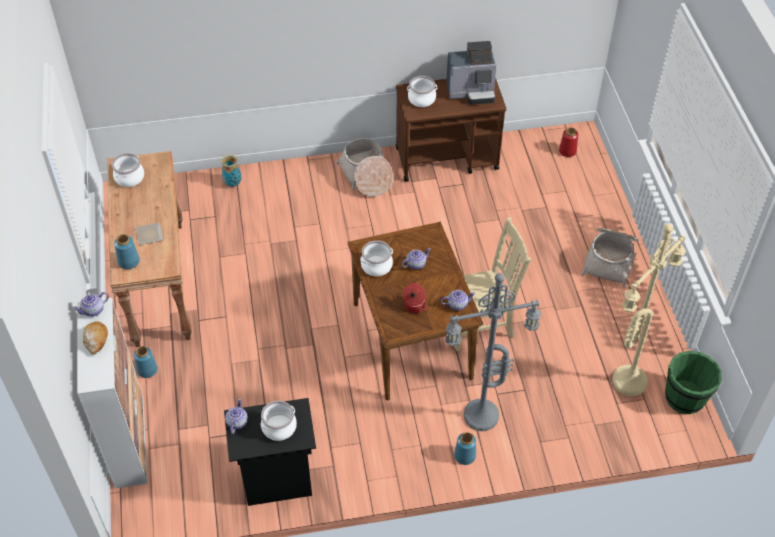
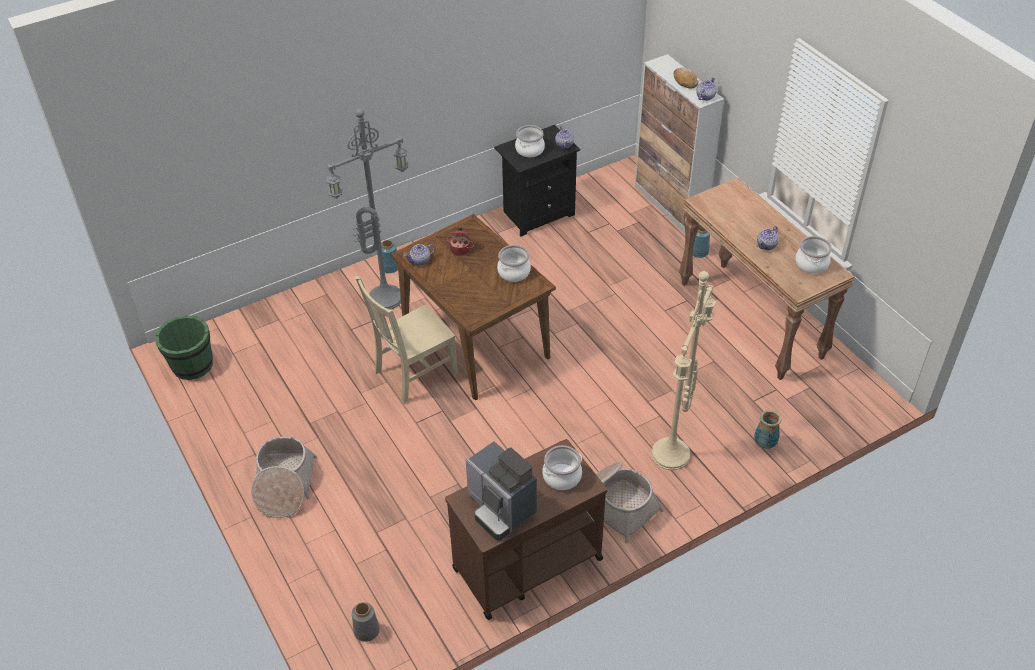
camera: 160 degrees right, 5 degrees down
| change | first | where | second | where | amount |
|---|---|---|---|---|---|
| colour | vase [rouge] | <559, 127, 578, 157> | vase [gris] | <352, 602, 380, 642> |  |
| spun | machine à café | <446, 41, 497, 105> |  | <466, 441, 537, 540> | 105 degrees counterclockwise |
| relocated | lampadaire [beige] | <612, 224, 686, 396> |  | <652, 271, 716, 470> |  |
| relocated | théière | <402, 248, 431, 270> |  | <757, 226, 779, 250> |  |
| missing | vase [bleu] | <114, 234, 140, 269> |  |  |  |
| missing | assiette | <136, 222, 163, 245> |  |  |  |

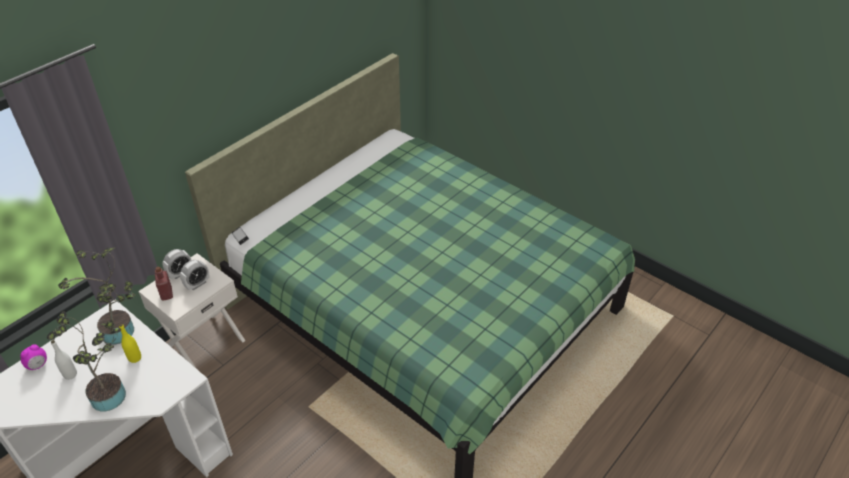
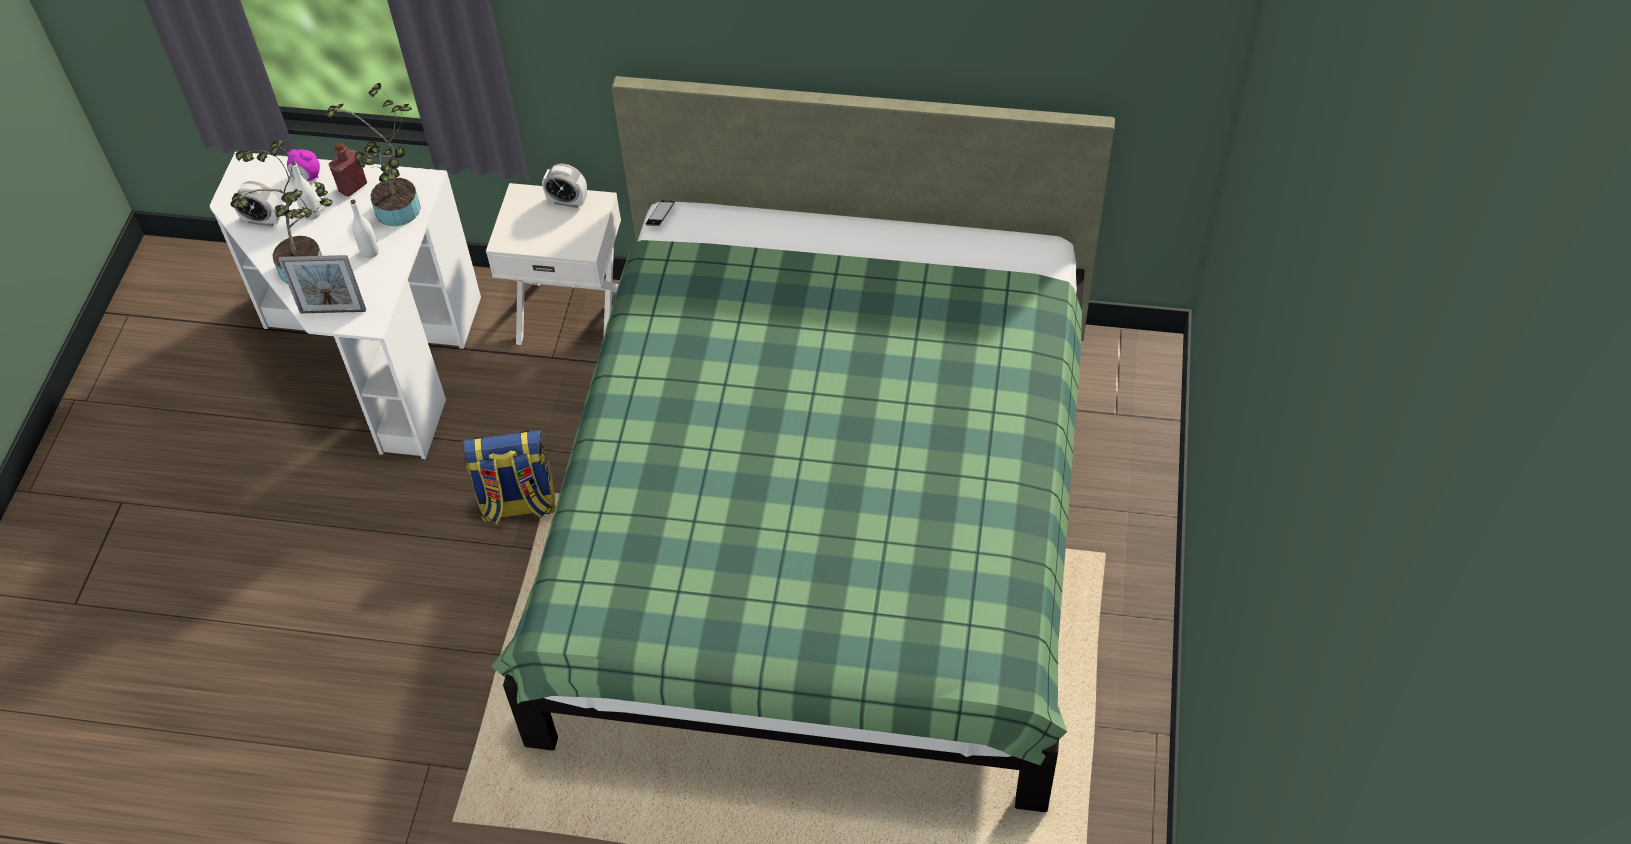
camera: 60 degrees right, 10 degrees up
| change | first | where | second | where | amount |
|---|---|---|---|---|---|
| relocated | réveil | <180, 260, 210, 291> |  | <232, 181, 281, 227> |  |
| appeared |  |  | cadre photo | <278, 255, 366, 313> |  |
| relocated | bouteille [rouge] | <155, 266, 173, 300> |  | <329, 142, 367, 197> |  |
| colour | bouteille [jaune] | <119, 323, 141, 363> | bouteille [blanc] | <350, 200, 379, 258> |  |
| appeared |  |  | sac à dos | <462, 430, 556, 524> |  |

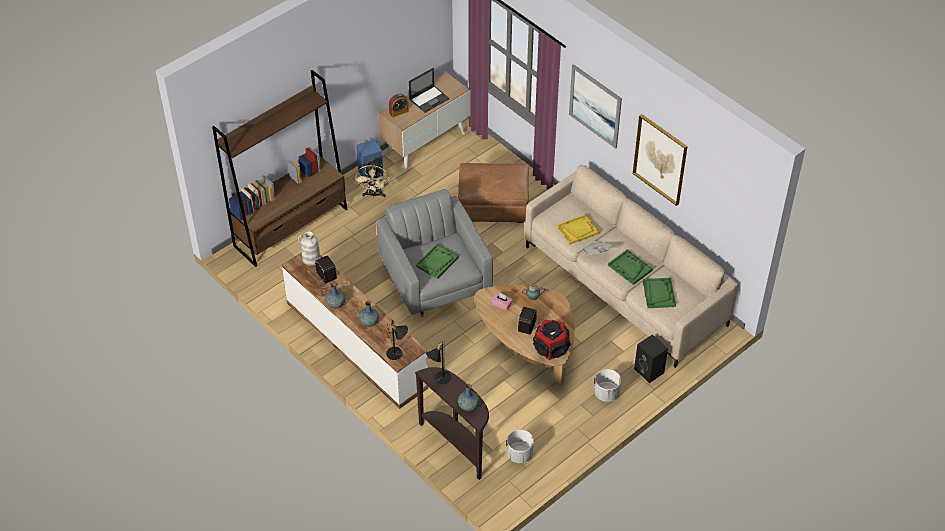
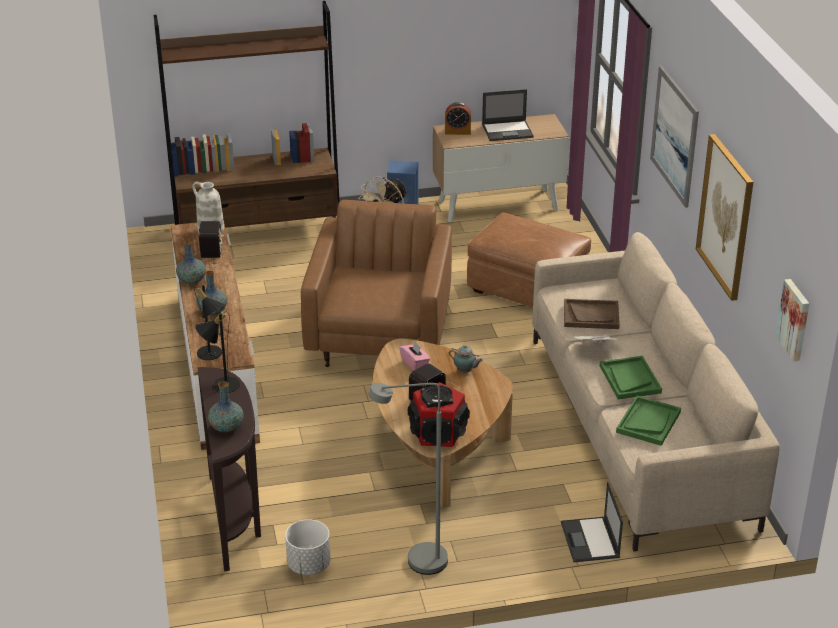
camera: 30 degrees right, 15 degrees down
| change | first | where | second | where | amount |
|---|---|---|---|---|---|
| colour | fauteuil [gris] | <377, 189, 493, 318> | fauteuil [marron] | <301, 200, 452, 367> |  |
| appeared |  |  | lampadaire [gris] | <368, 383, 448, 575> |  |
| exchanged | enceinte [noir] | <634, 334, 668, 383> | ordinateur portable | <561, 482, 623, 562> |  |
| colour | plateau [jaune] | <557, 214, 600, 245> | plateau [marron] | <564, 299, 620, 329> |  |
| appeared |  |  | tableau | <775, 279, 809, 361> |  |
| missing | plateau [vert] | <416, 244, 459, 279> |  |  |  |
| missing | cache-pot [blanc] | <594, 369, 621, 402> |  |  |  |

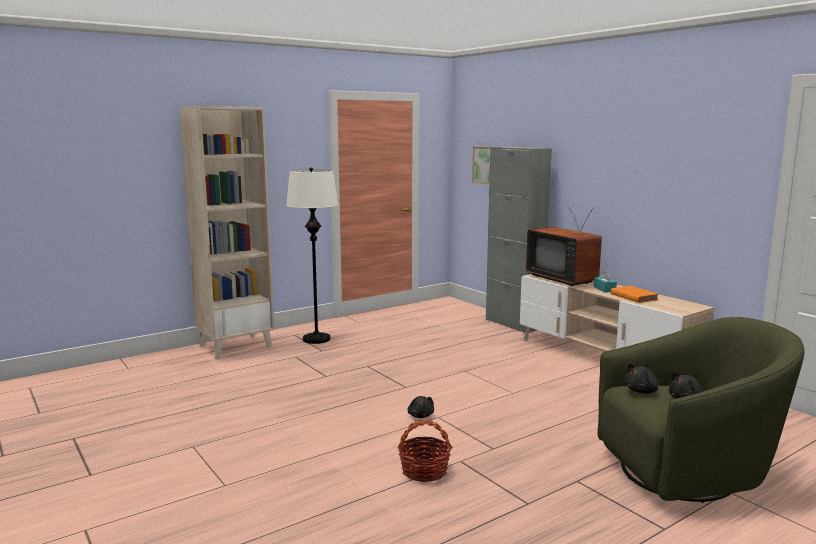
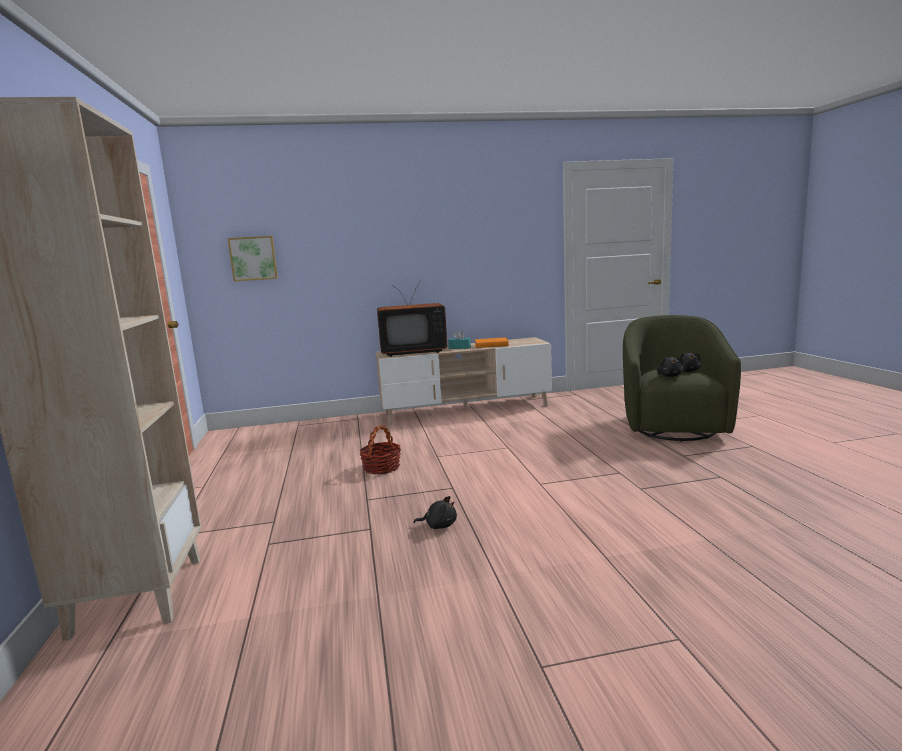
camera: 65 degrees left, 0 degrees up
| change | first | where | second | where | amount |
|---|---|---|---|---|---|
| relocated | panier | <398, 420, 452, 482> |  | <359, 425, 401, 474> |  |
| relocated | peluche [noir] | <407, 396, 434, 418> |  | <413, 496, 457, 529> |  |
| missing | lampadaire [blanc] | <286, 167, 338, 344> |  |  |  |
| missing | meuble de rangement [gris] | <486, 147, 552, 334> |  |  |  |

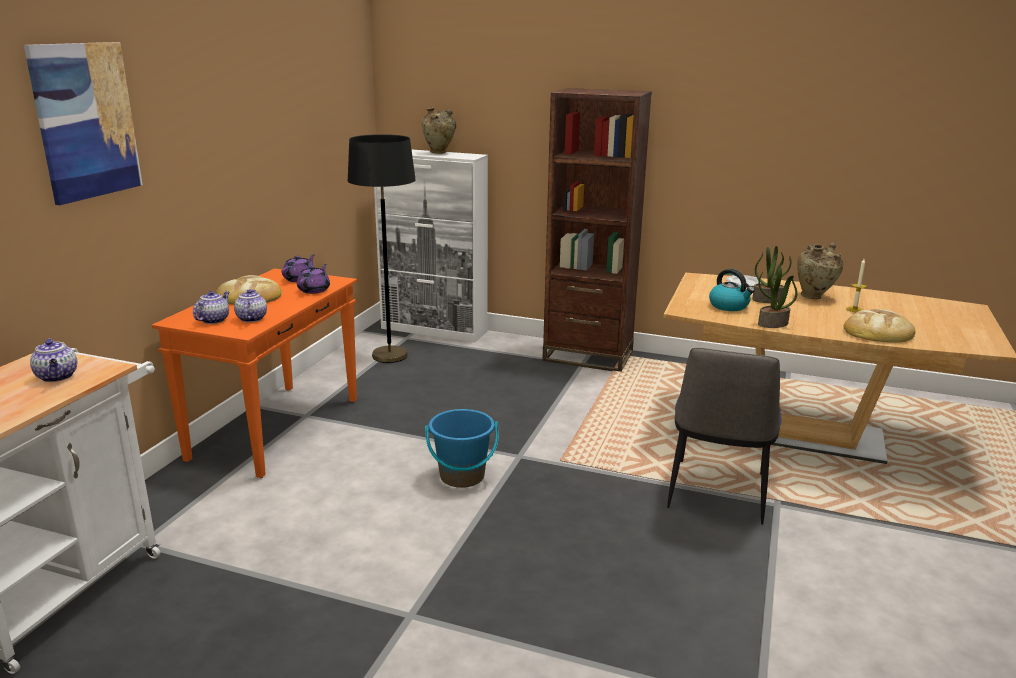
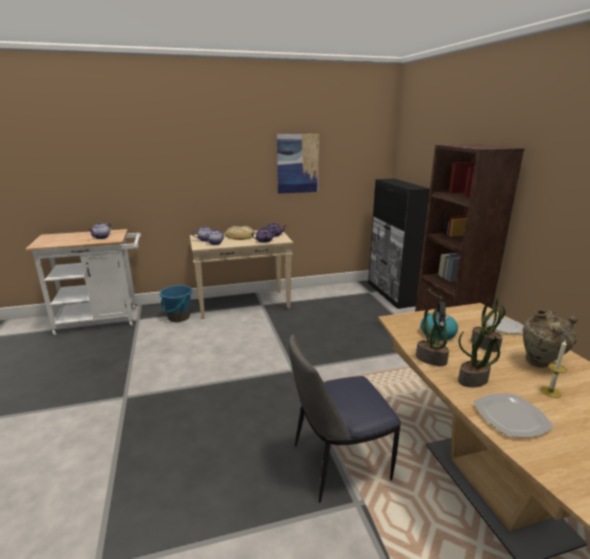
camera: 55 degrees right, 0 degrees up
| change | first | where | second | where | amount |
|---|---|---|---|---|---|
| relocated | seau [bleu] | <425, 409, 499, 488> |  | <159, 285, 192, 322> |  |
| colour | table console [orange] | <152, 268, 357, 478> | table console [beige] | <190, 230, 293, 319> |  |
| relocated | tableau | <24, 42, 143, 205> |  | <277, 134, 319, 194> |  |
| colour | meuble de rangement [blanc] | <374, 149, 488, 342> | meuble de rangement [noir] | <368, 179, 430, 309> |  |
| appeared |  |  | plante en pot | <458, 327, 500, 387> |  |
| exchanged | pain | <843, 309, 915, 343> | assiette | <473, 394, 554, 437> |  |
| missing | lampadaire [noir] | <348, 134, 416, 363> |  |  |  |
| missing | vase [beige] | <422, 107, 456, 154> |  |  |  |

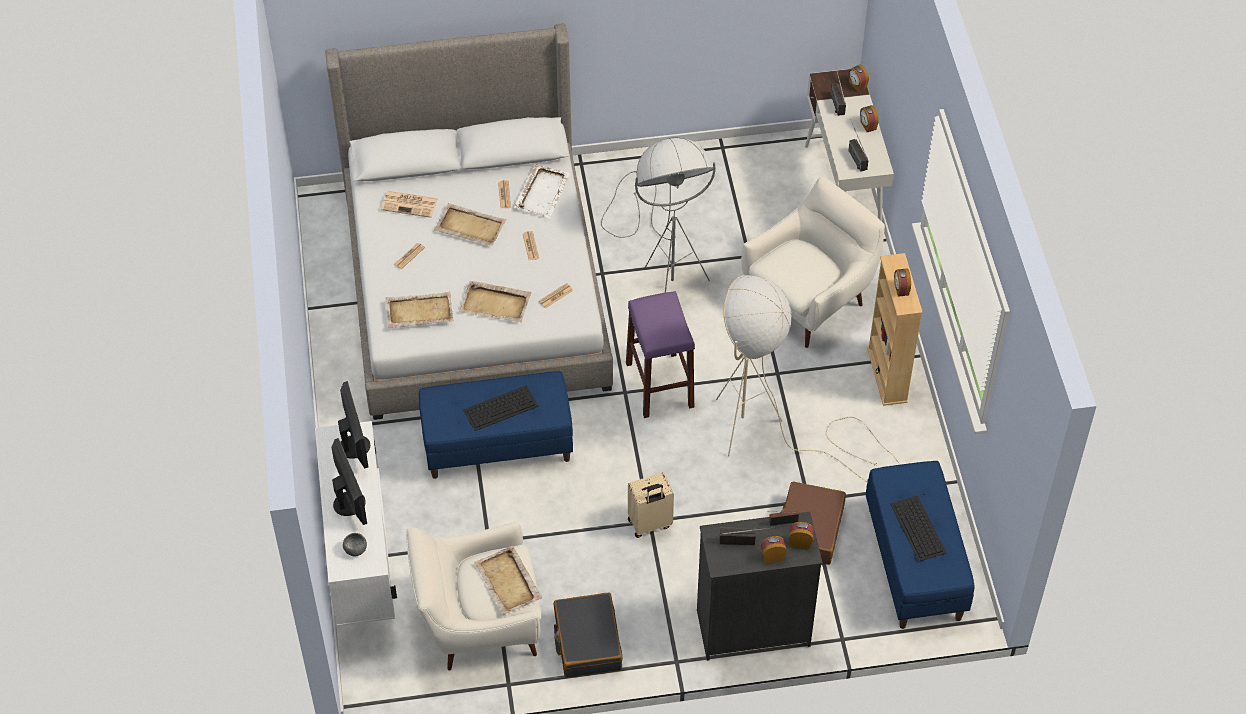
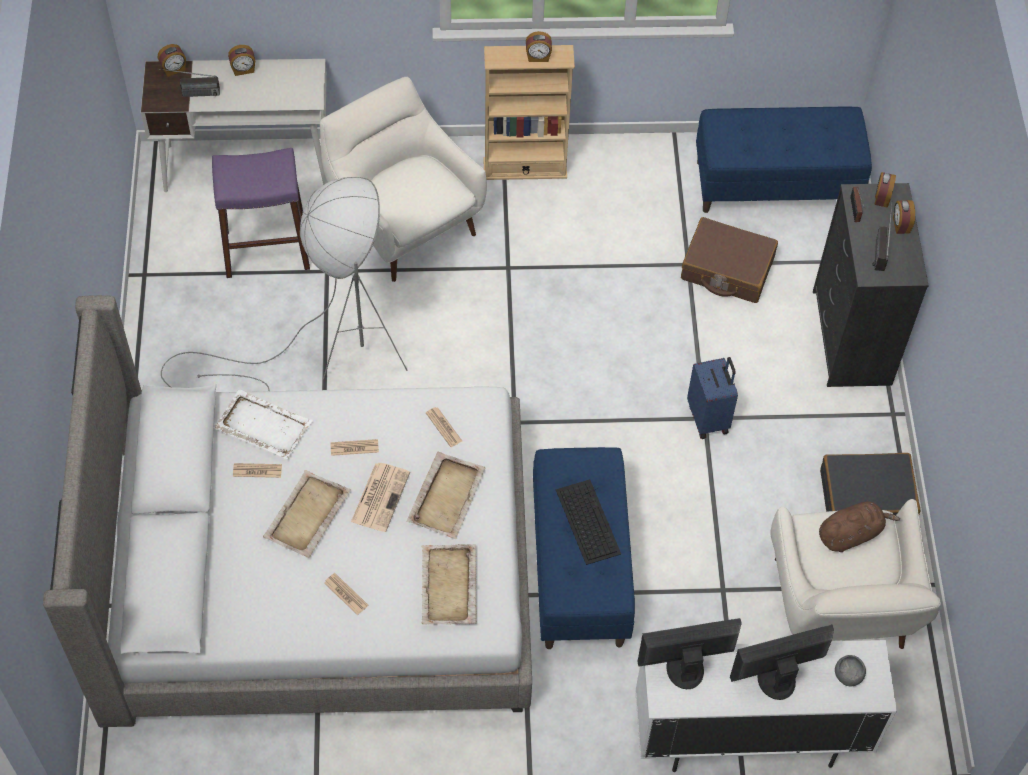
camera: 85 degrees left, 5 degrees up
| change | first | where | second | where | amount |
|---|---|---|---|---|---|
| relocated | tabouret [violet] | <626, 291, 695, 418> |  | <212, 148, 310, 278> |  |
| relocated | journal | <381, 191, 438, 218> |  | <351, 463, 410, 532> |  |
| colour | valise [beige] | <628, 472, 674, 538> | valise [bleu] | <687, 357, 738, 439> |  |
| exchanged | plateau [beige] | <474, 545, 542, 615> | peluche [marron] | <819, 501, 900, 552> |  |
| missing | lampadaire [beige] | <716, 275, 900, 482> |  |  |  |
| missing | radio | <849, 119, 869, 172> |  |  |  |
| missing | clavier | <890, 495, 946, 561> |  |  |  |

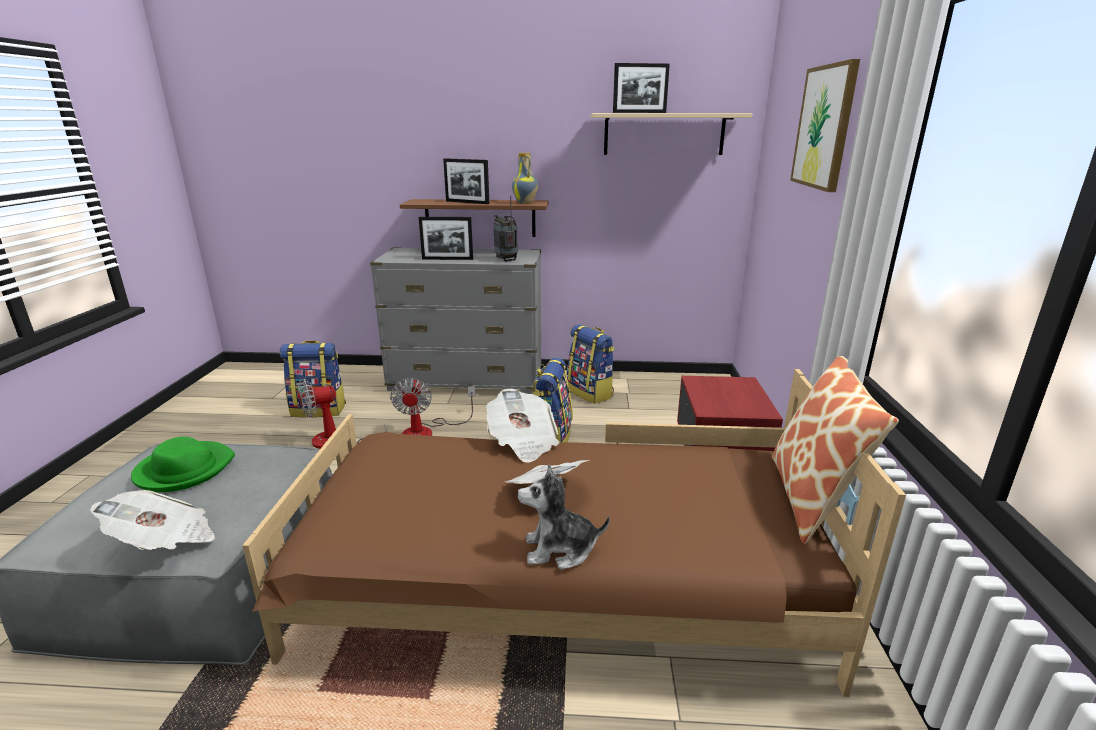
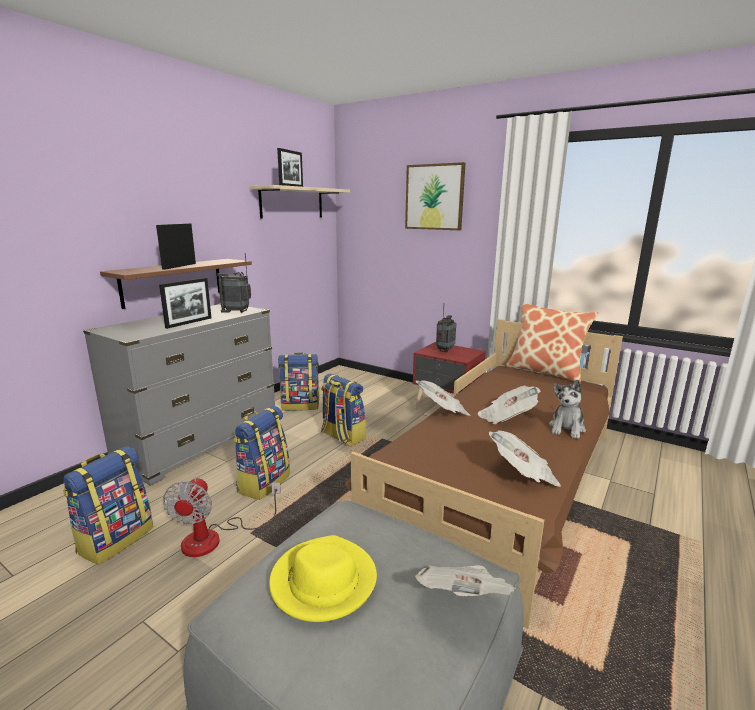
camera: 60 degrees left, 5 degrees down
| change | first | where | second | where | amount |
|---|---|---|---|---|---|
| spun | cadre photo | <443, 158, 489, 204> |  | <156, 223, 196, 270> | 135 degrees clockwise |
| exchanged | ventilateur | <390, 378, 476, 436> | sac à dos | <233, 406, 290, 500> |  |
| colour | chapeau [vert] | <131, 437, 235, 492> | chapeau [jaune] | <269, 535, 377, 622> |  |
| appeared |  |  | radio | <436, 304, 456, 352> |  |
| appeared |  |  | journal | <489, 431, 561, 487> |  |
| missing | vase | <512, 153, 538, 204> |  |  |  |

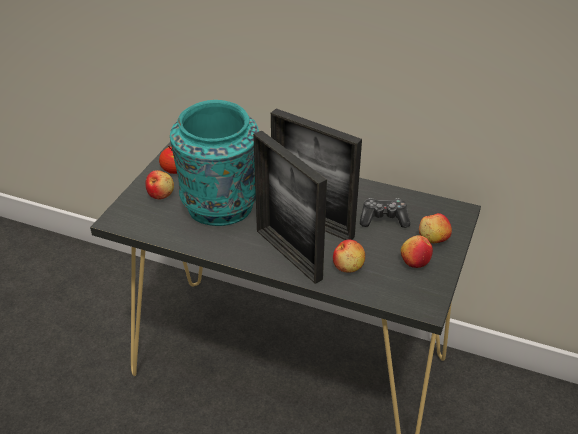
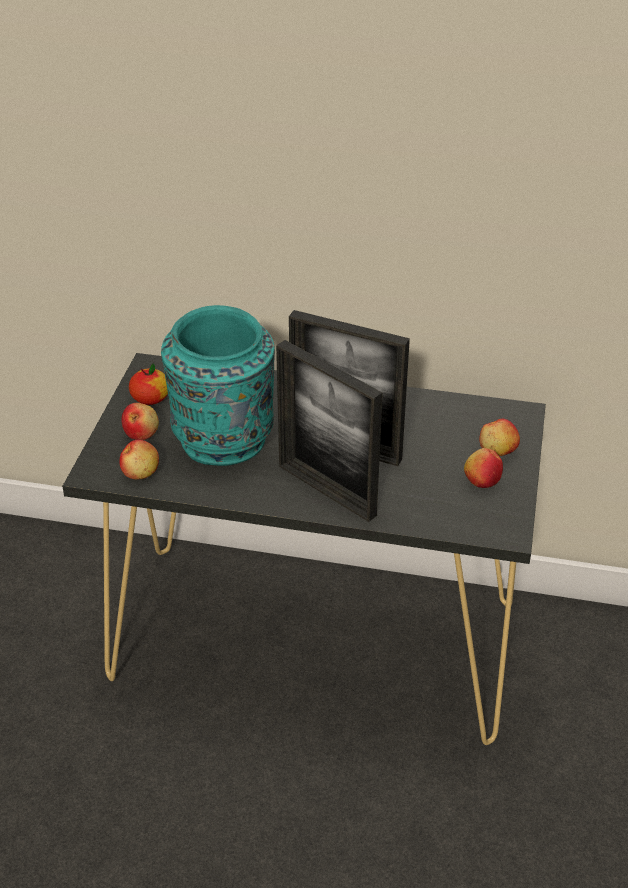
camera: 10 degrees left, 0 degrees up
| change | first | where | second | where | amount |
|---|---|---|---|---|---|
| relocated | pomme | <333, 239, 365, 273> |  | <119, 440, 159, 480> |  |
| missing | manette | <360, 198, 410, 228> |  |  |  |

